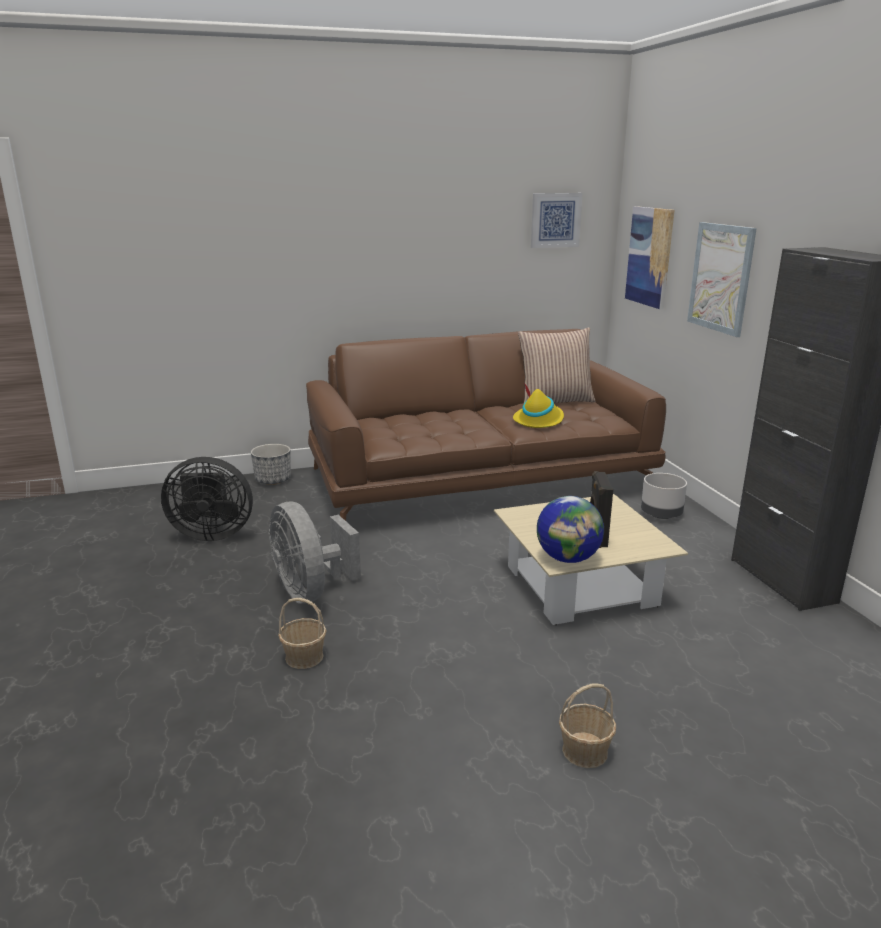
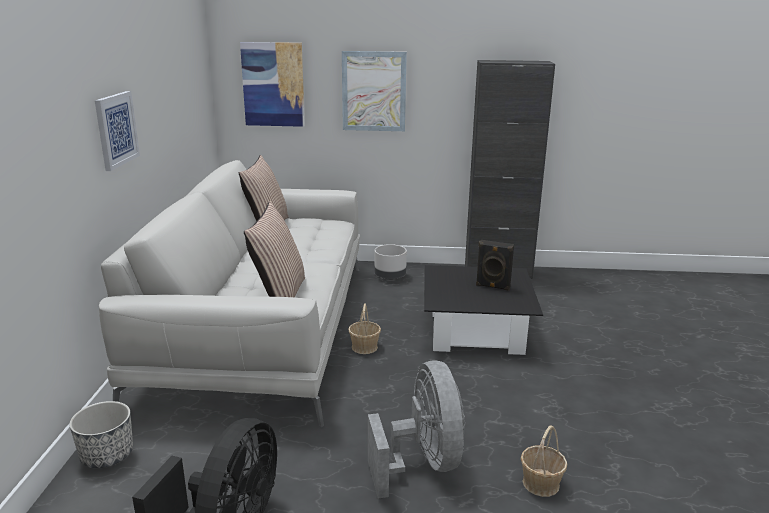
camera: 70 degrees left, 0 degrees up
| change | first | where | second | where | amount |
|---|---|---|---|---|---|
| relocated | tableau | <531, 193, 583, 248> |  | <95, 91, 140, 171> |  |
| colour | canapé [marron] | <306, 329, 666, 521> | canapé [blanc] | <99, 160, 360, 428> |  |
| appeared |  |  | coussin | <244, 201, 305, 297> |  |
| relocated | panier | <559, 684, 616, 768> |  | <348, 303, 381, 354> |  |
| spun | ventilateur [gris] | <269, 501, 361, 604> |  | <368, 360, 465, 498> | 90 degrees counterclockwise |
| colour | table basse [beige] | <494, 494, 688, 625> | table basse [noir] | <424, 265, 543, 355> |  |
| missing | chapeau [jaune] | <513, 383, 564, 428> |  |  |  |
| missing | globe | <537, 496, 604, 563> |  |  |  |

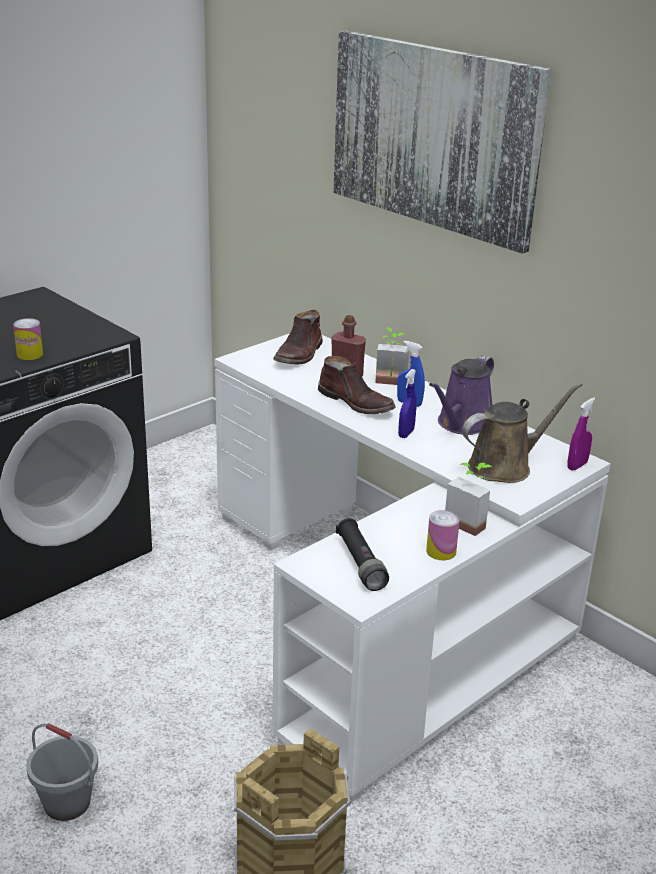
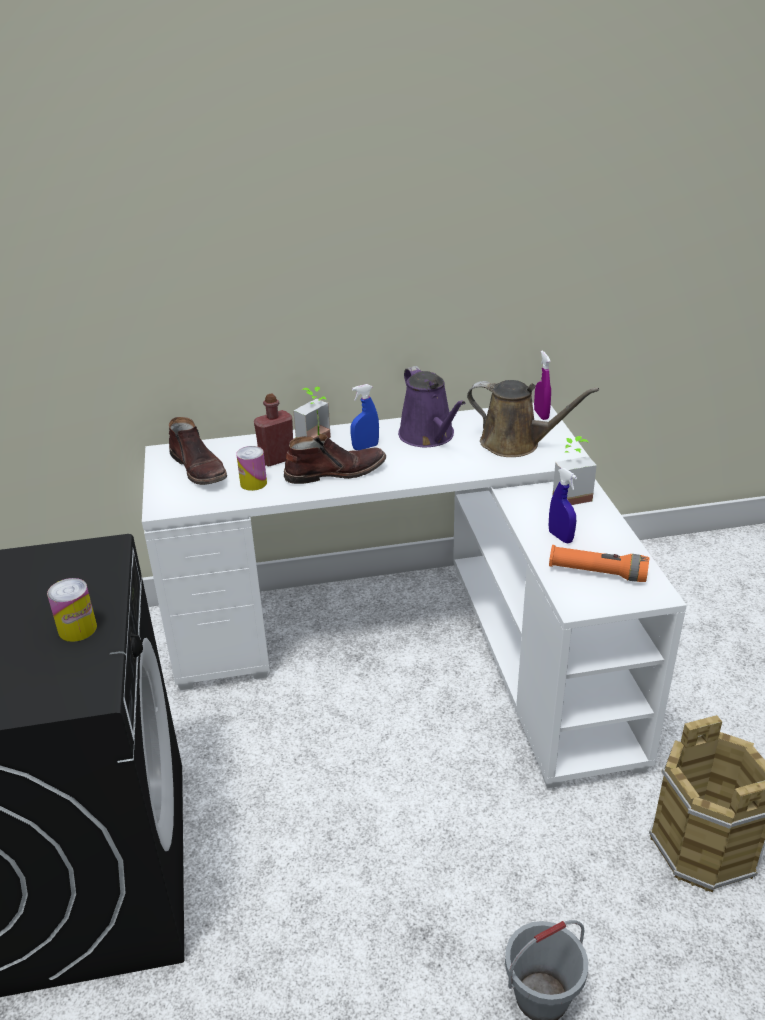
camera: 55 degrees left, 5 degrees up
| change | first | where | second | where | amount |
|---|---|---|---|---|---|
| relocated | boîte métallique | <426, 510, 460, 560> |  | <236, 446, 267, 491> |  |
| spun | arrosoir [marron] | <462, 382, 583, 483> |  | <467, 380, 599, 457> | 105 degrees clockwise |
| relocated | vaporisateur [bleu] | <398, 369, 417, 438> |  | <549, 468, 577, 543> |  |
| colour | lampe de poche [noir] | <336, 518, 389, 591> | lampe de poche [orange] | <549, 545, 649, 582> |  |
| missing | tableau | <333, 31, 551, 254> |  |  |  |

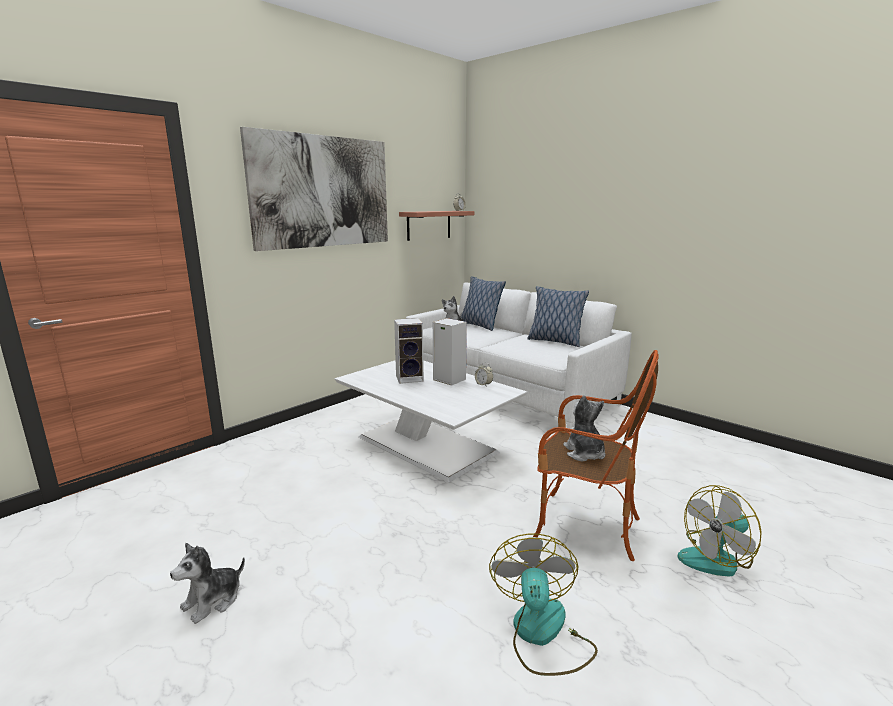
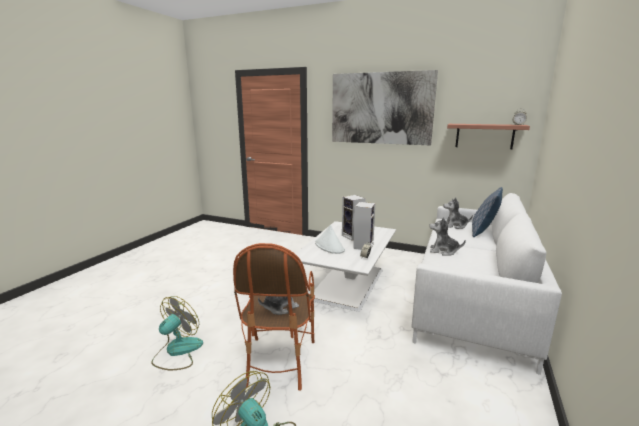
camera: 70 degrees right, 0 degrees up
| change | first | where | second | where | amount |
|---|---|---|---|---|---|
| spun | ventilateur | <489, 533, 598, 676> |  | <151, 296, 203, 370> | 45 degrees counterclockwise |
| appeared |  |  | chapeau [blanc] | <315, 225, 345, 254> |  |
| relocated | peluche | <170, 543, 245, 624> |  | <430, 217, 466, 256> |  |
| missing | coussin | <527, 286, 589, 347> |  |  |  |

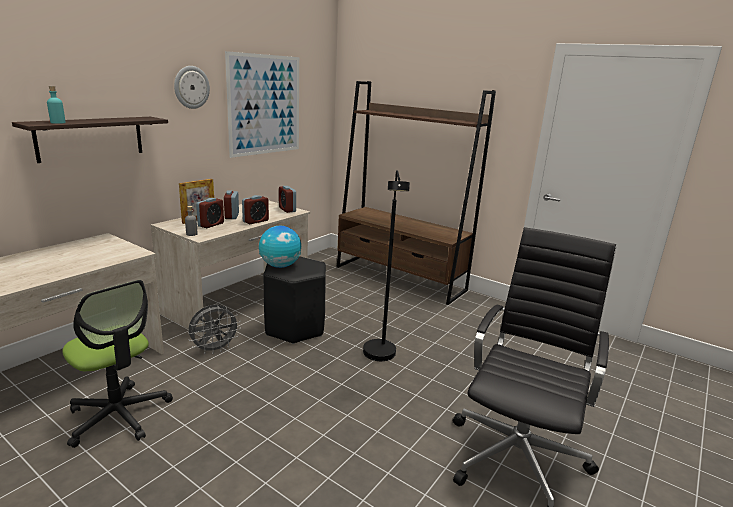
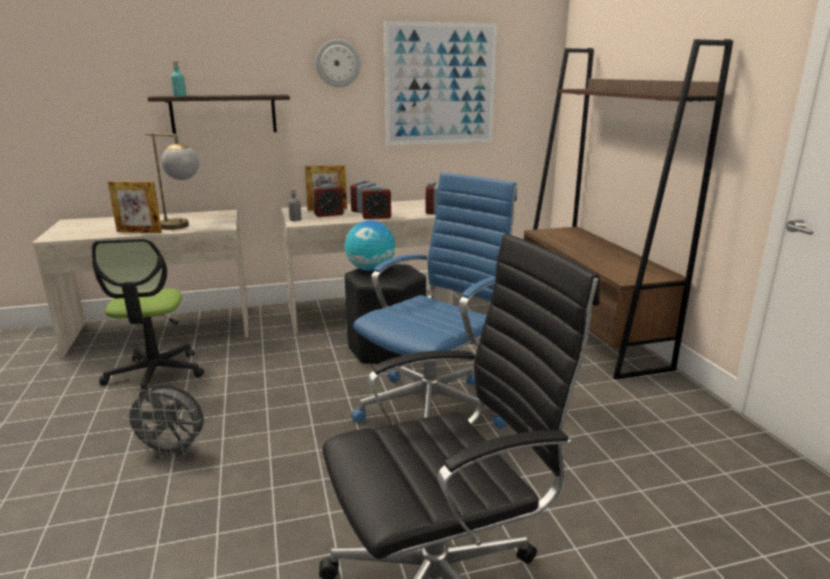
camera: 40 degrees right, 0 degrees up
| change | first | where | second | where | amount |
|---|---|---|---|---|---|
| appeared |  |  | cadre photo | <108, 181, 162, 233> |  |
| relocated | ventilateur [gris] | <188, 305, 241, 354> |  | <123, 385, 204, 458> |  |
| appeared |  |  | lampe de table | <145, 133, 199, 230> |  |
| exchanged | lampadaire [noir] | <363, 170, 410, 361> | chaise de bureau [bleu] | <351, 173, 517, 429> |  |

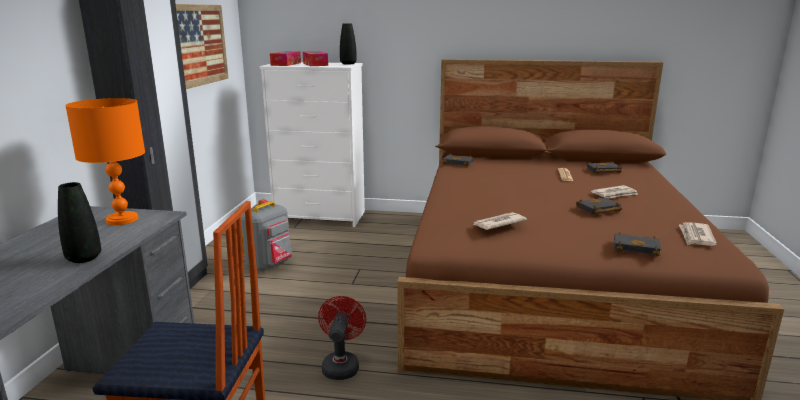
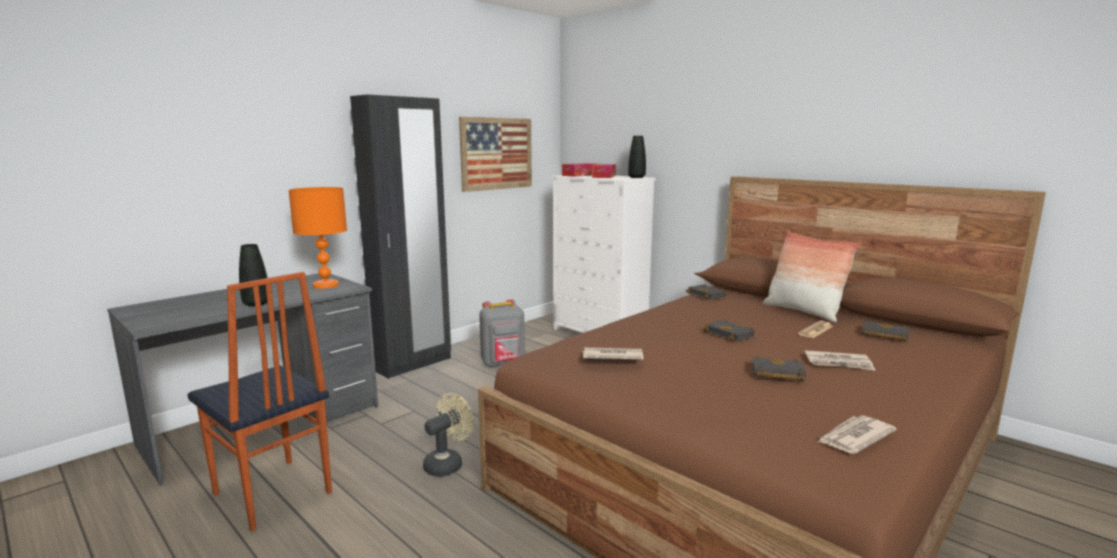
camera: 35 degrees right, 5 degrees down
| change | first | where | second | where | amount |
|---|---|---|---|---|---|
| colour | ventilateur [rouge] | <318, 296, 366, 380> | ventilateur [beige] | <423, 393, 474, 477> |  |
| relocated | livre [noir] | <614, 232, 662, 257> |  | <703, 319, 756, 342> |  |
| appeared |  |  | coussin | <763, 230, 861, 322> |  |

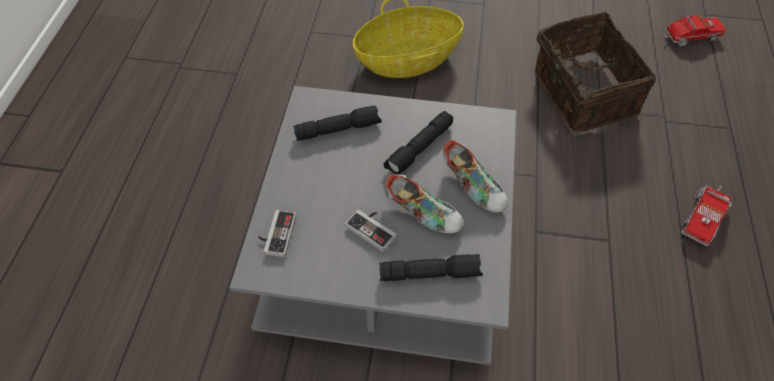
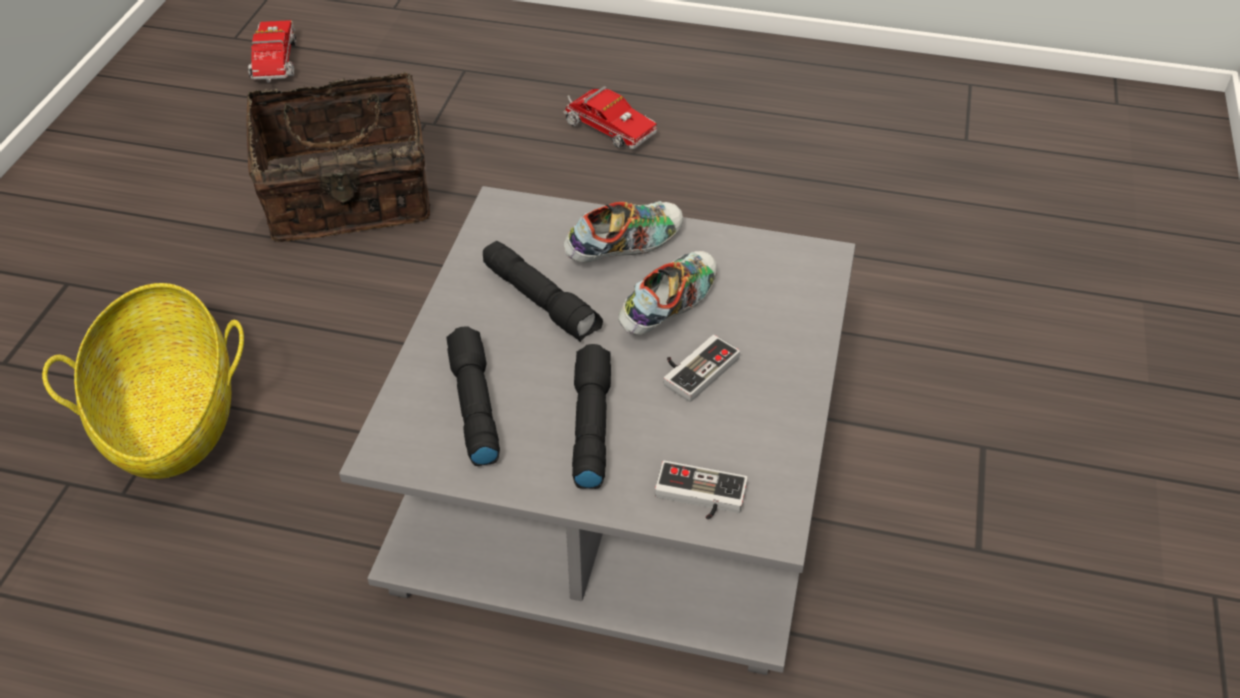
camera: 85 degrees left, 10 degrees down
| change | first | where | second | where | amount |
|---|---|---|---|---|---|
| relocated | lampe de poche [noir] | <379, 254, 483, 281> |  | <572, 344, 611, 489> |  |

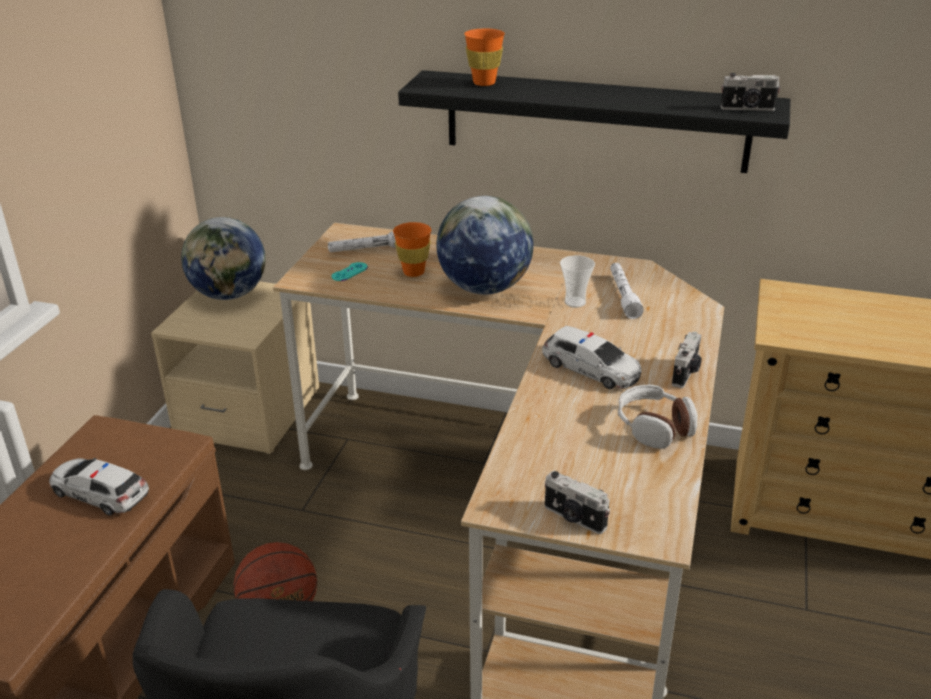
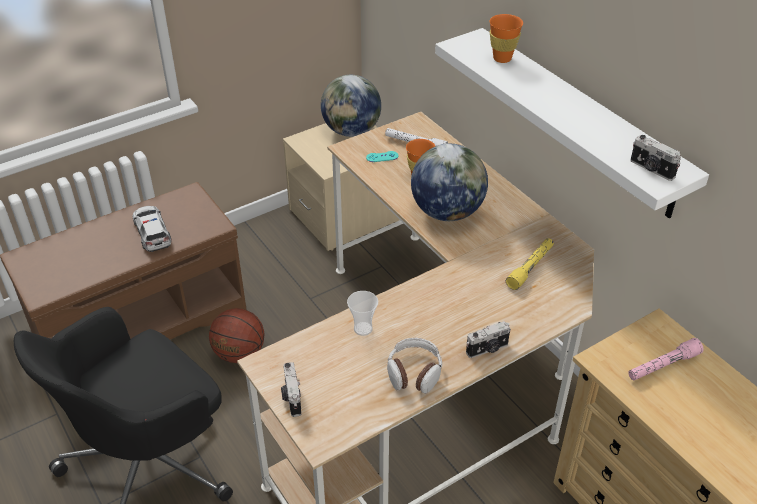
camera: 40 degrees right, 10 degrees up
| change | first | where | second | where | amount |
|---|---|---|---|---|---|
| relocated | tasse | <560, 255, 595, 308> |  | <347, 291, 378, 336> |  |
| colour | étagère [noir] | <398, 70, 791, 173> | étagère [blanc] | <435, 28, 709, 219> |  |
| colour | lampe de poche [blanc] | <610, 263, 644, 319> | lampe de poche [jaune] | <506, 238, 554, 290> |  |
| appeared |  |  | lampe de poche [rose] | <628, 338, 703, 380> |  |
| missing | petite voiture | <542, 326, 642, 389> |  |  |  |

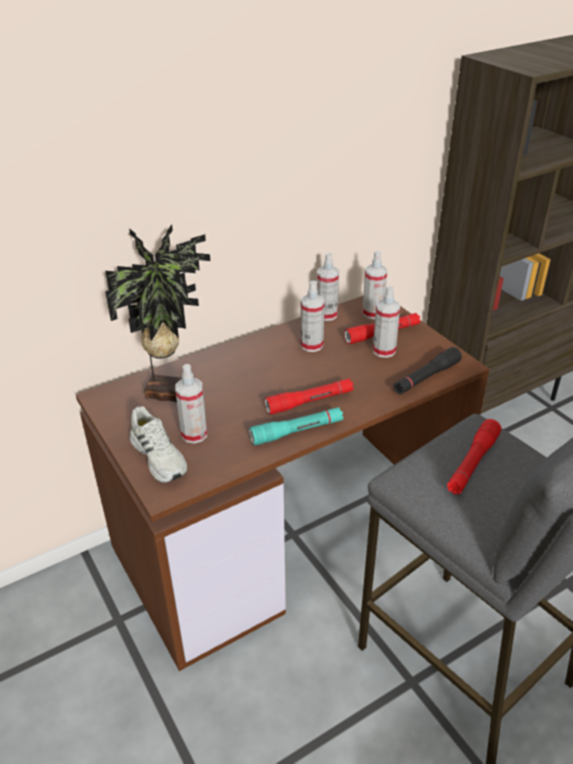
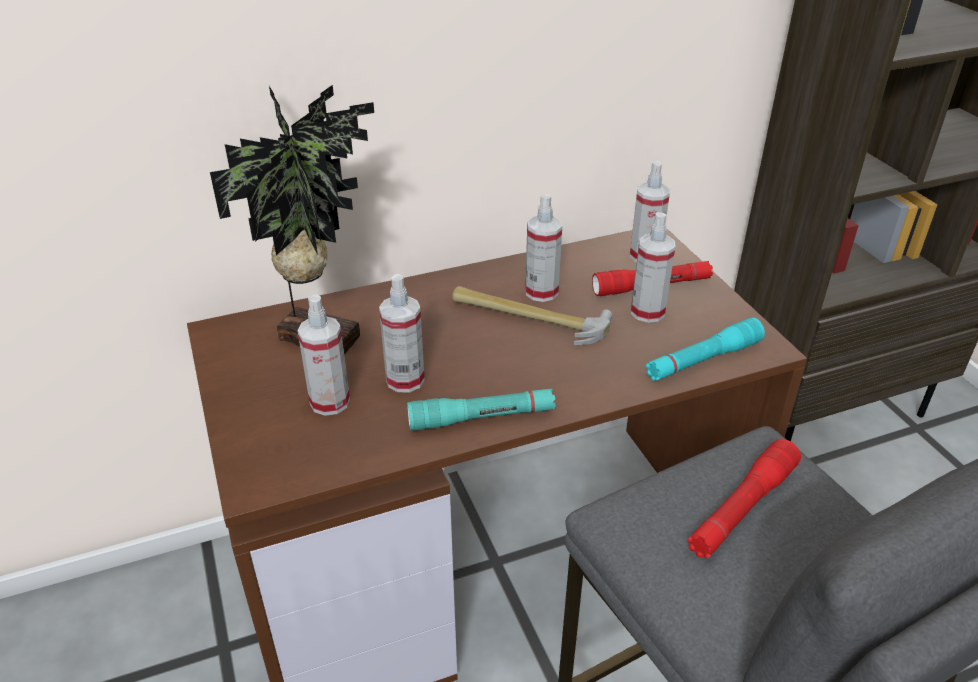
camera: 10 degrees right, 0 degrees up
| change | first | where | second | where | amount |
|---|---|---|---|---|---|
| relocated | vaporisateur | <317, 252, 339, 321> |  | <379, 274, 425, 392> |  |
| appeared |  |  | marteau | <452, 286, 613, 345> |  |
| colour | lampe de poche [noir] | <393, 347, 462, 394> | lampe de poche [turquoise] | <646, 318, 765, 381> |  |
| missing | chaussure [blanc] | <129, 406, 187, 483> |  |  |  |
| missing | lampe de poche [rouge] | <264, 378, 354, 415> |  |  |  |

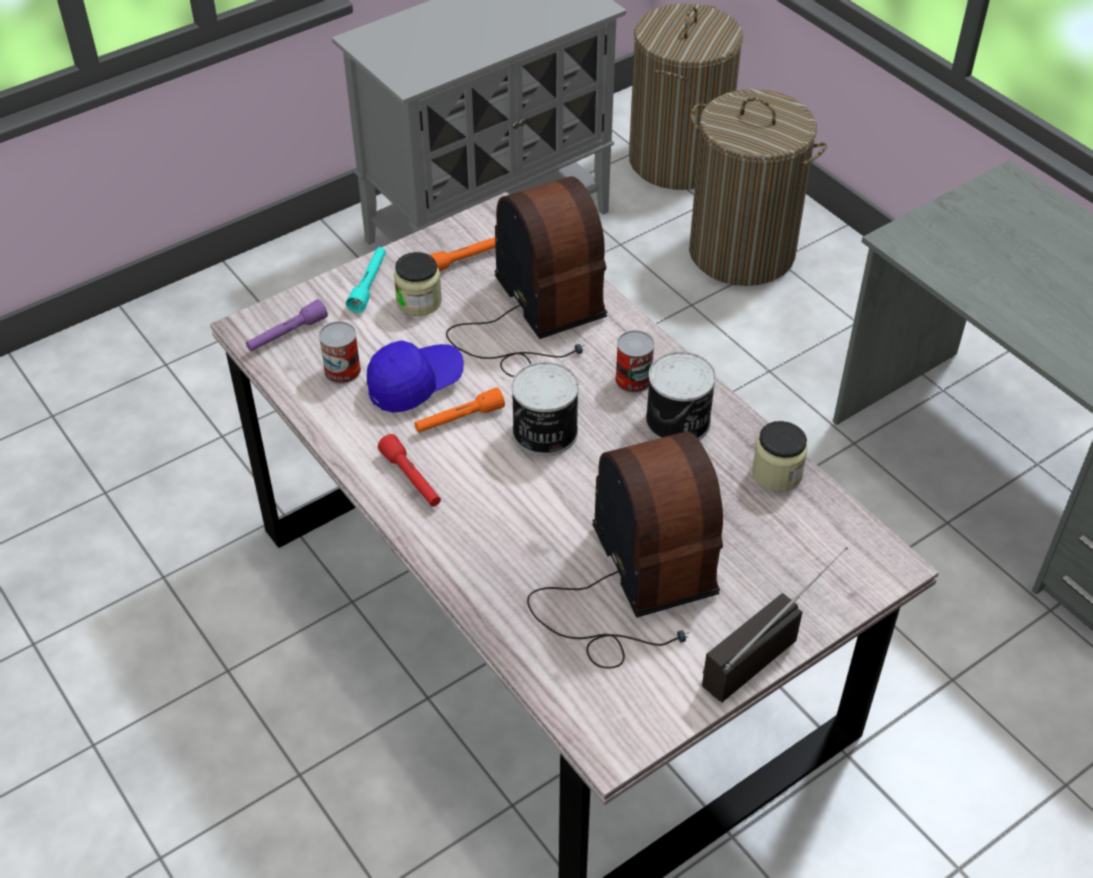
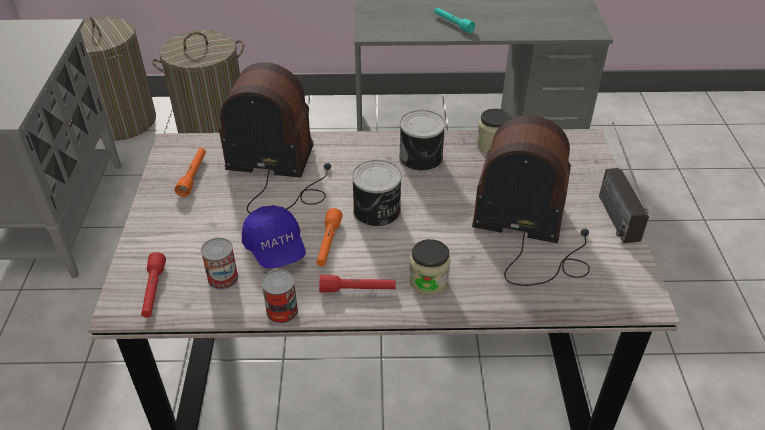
camera: 55 degrees left, 5 degrees down
| change | first | where | second | where | amount |
|---|---|---|---|---|---|
| colour | lampe de poche [violet] | <246, 299, 328, 352> | lampe de poche [rouge] | <141, 252, 166, 318> |  |
| spun | casquette [bleu] | <367, 340, 464, 412> |  | <242, 205, 306, 269> | 150 degrees clockwise |
| relocated | boîte métallique | <615, 330, 655, 393> |  | <261, 269, 298, 324> |  |
| relocated | bocal | <394, 252, 442, 316> |  | <409, 239, 450, 295> |  |
| relocated | lampe de poche [turquoise] | <346, 247, 386, 313> |  | <434, 8, 475, 33> |  |

